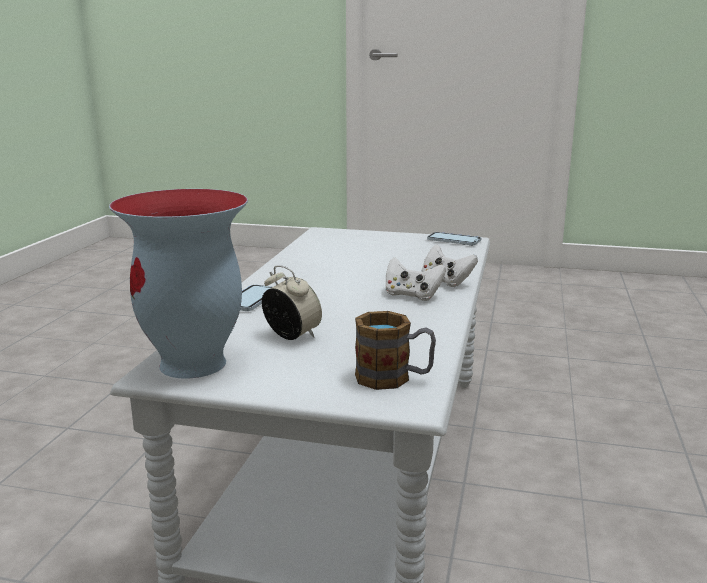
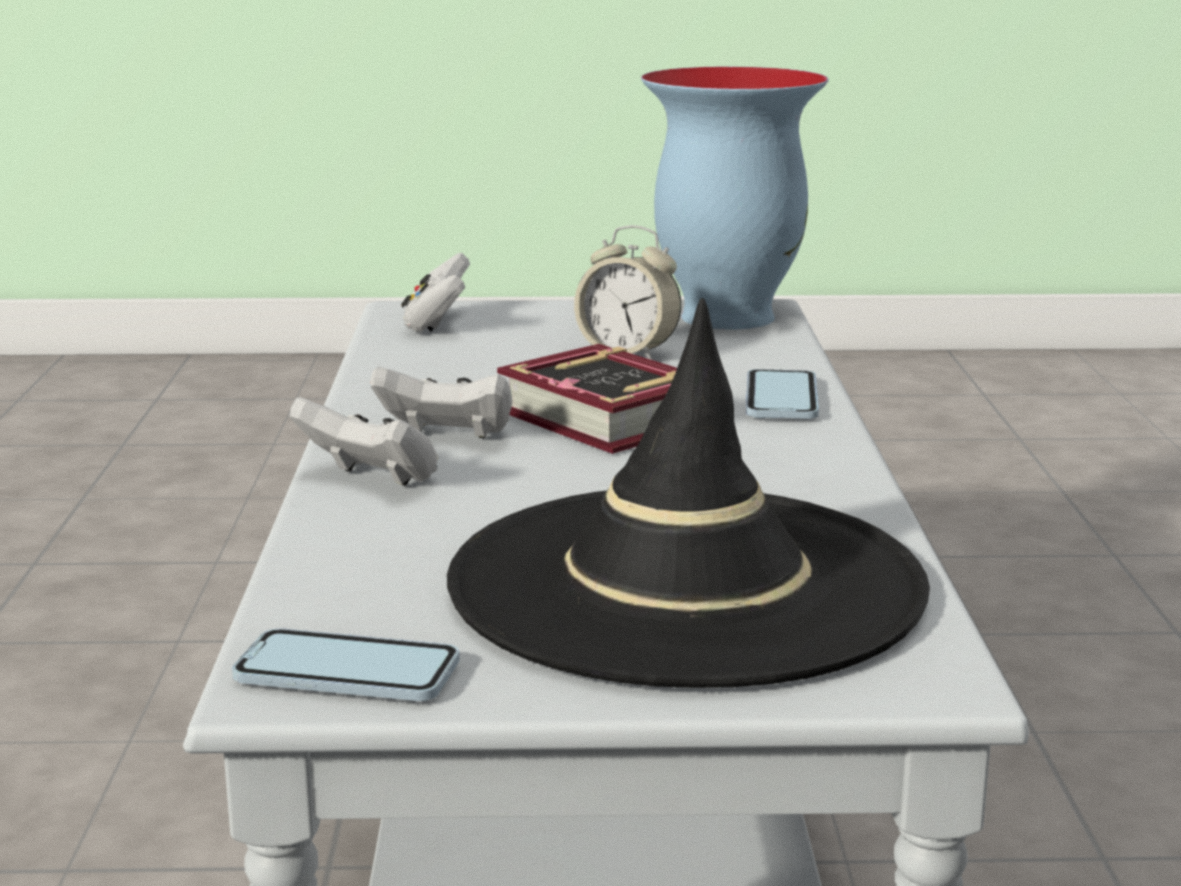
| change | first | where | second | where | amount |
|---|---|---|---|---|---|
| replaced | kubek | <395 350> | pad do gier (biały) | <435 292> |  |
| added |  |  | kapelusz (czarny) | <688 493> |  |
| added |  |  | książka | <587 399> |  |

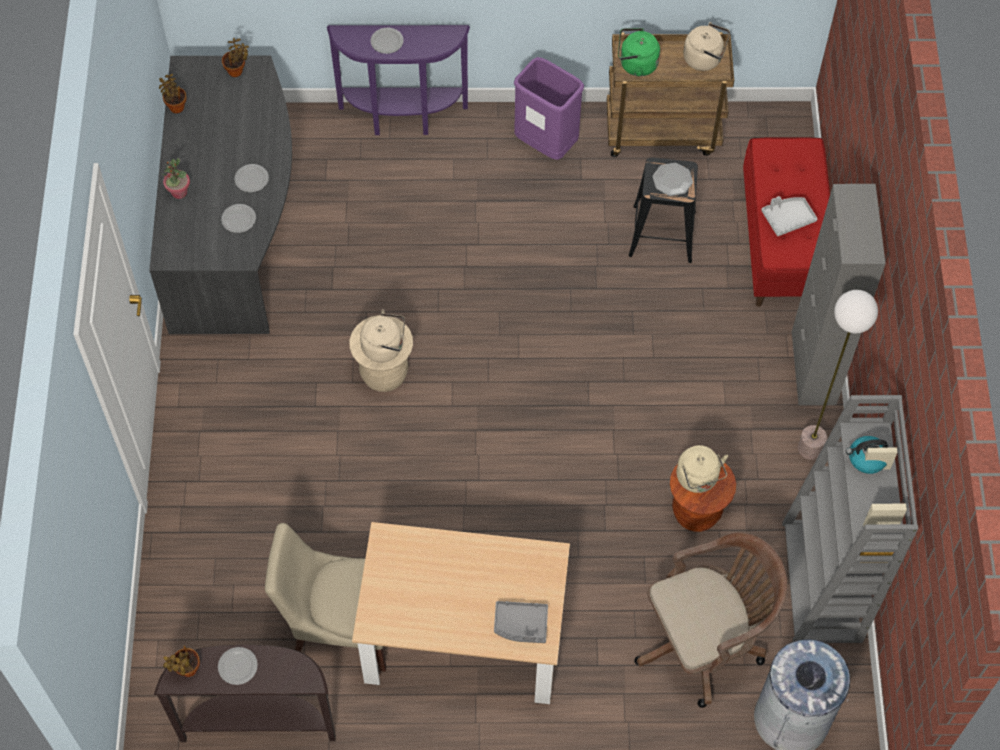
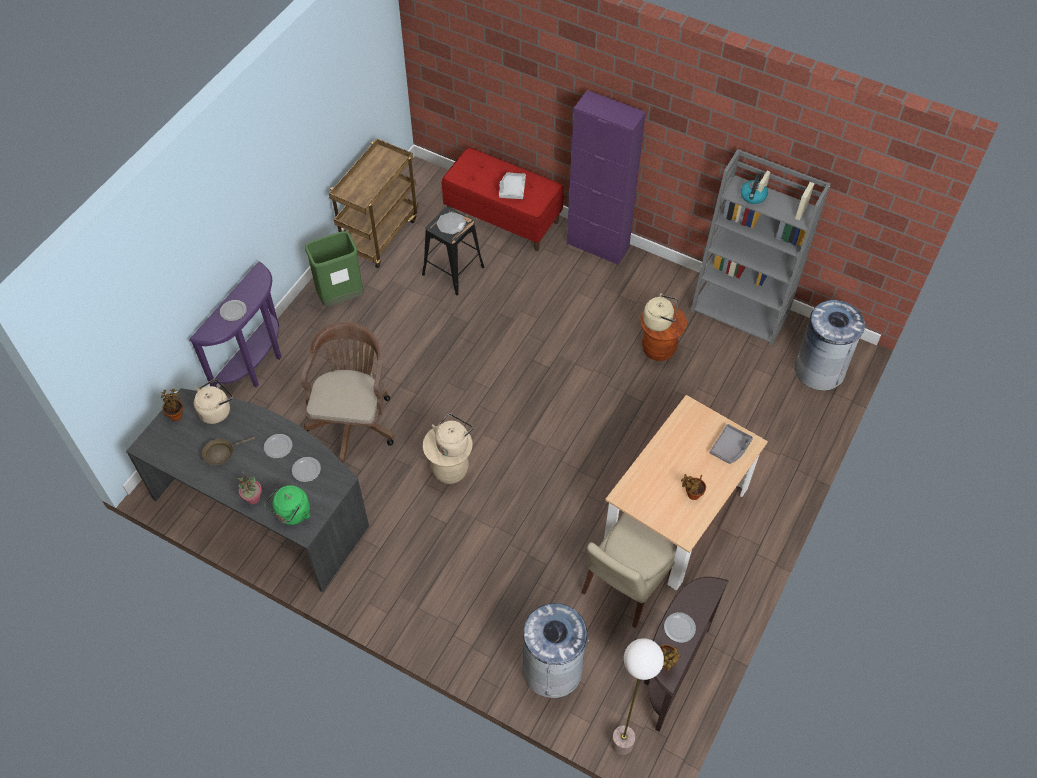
| change | first | where | second | where | amount |
|---|---|---|---|---|---|
| moved | czajnik (beżowy) | <706 46> |  | <213 401> |  |
| added |  |  | patelnia (brązowy) | <228 451> |  |
| moved | czajnik (zielony) | <639 52> |  | <287 505> |  |
| moved | krzesło biurowe (brązowy) | <710 620> |  | <348 392> |  |
| recoloured | kosz na śmieci (fioletowy) | <549 108> | kosz na śmieci (zielony) | <334 268> |  |
| added |  |  | kosz na śmieci (szary) | <556 650> |  |
| recoloured | szafka (szary) | <838 294> | szafka (fioletowy) | <606 177> |  |
| moved | lampa stojąca | <838 375> |  | <637 696> |  |
| moved | roślina doniczkowa | <172 93> |  | <693 487> |  |

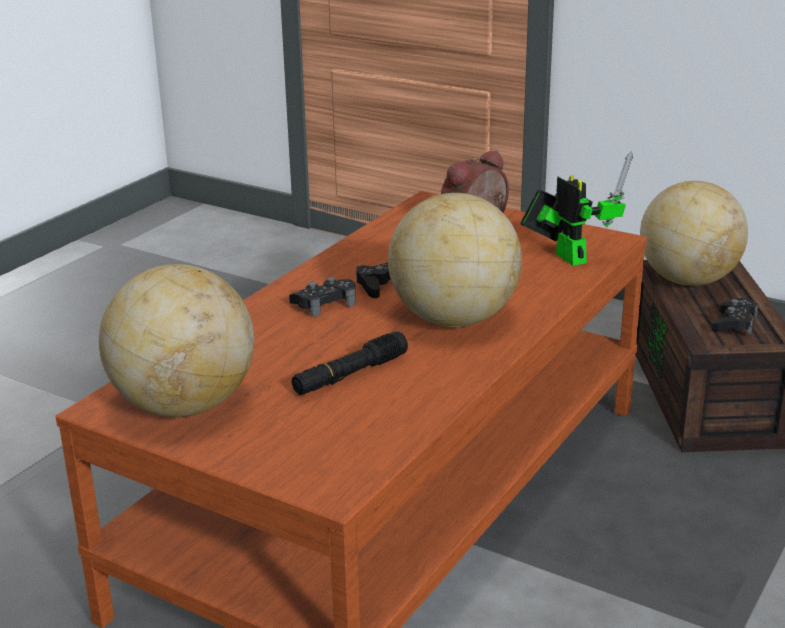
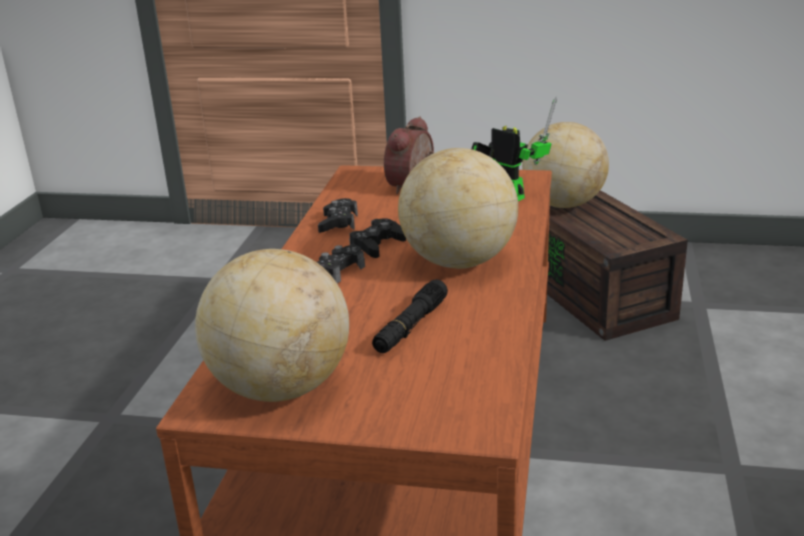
| change | first | where | second | where | amount |
|---|---|---|---|---|---|
| moved | pad do gier (czarny) | <735 316> |  | <338 215> |  |

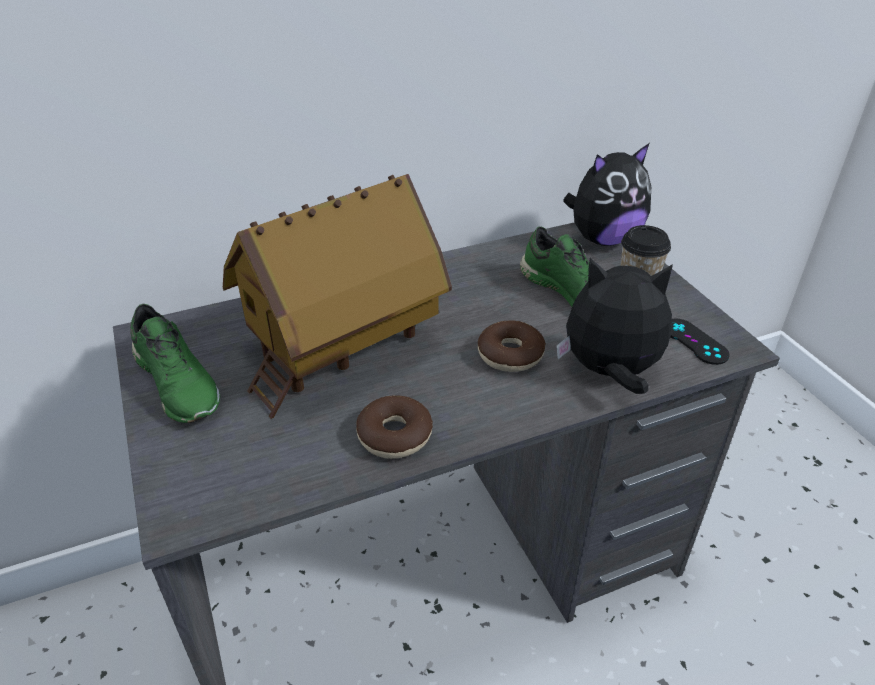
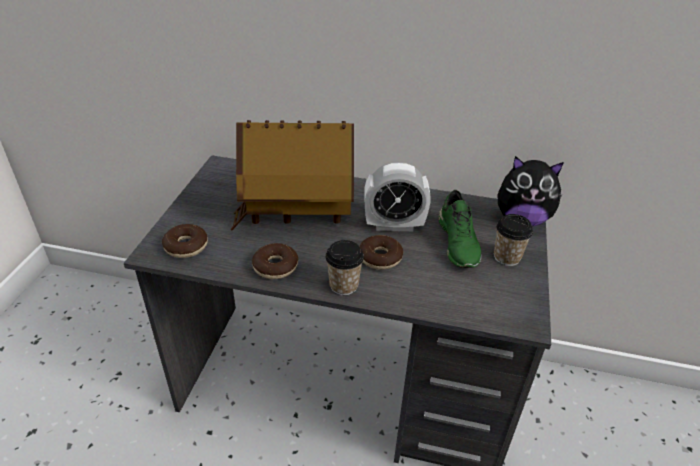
| change | first | where | second | where | amount |
|---|---|---|---|---|---|
| added |  |  | donut | <185 241> |  |
| added |  |  | filiżanka | <344 267> |  |
| added |  |  | budzik | <397 196> |  |
| removed | but (zielony) | <175 363> |  |  |  |
| removed | pluszak | <614 325> |  |  |  |
| removed | pad do gier (czarny) | <700 342> |  |  |  |

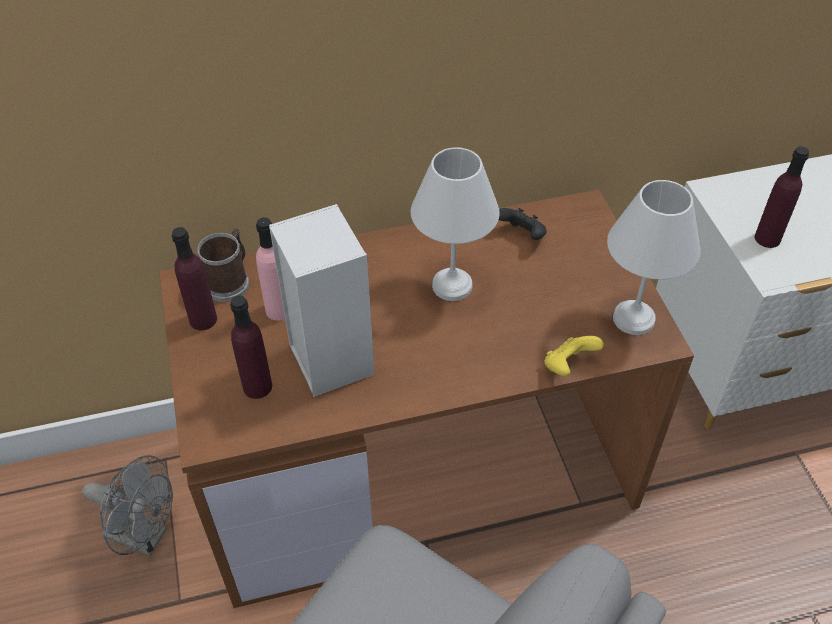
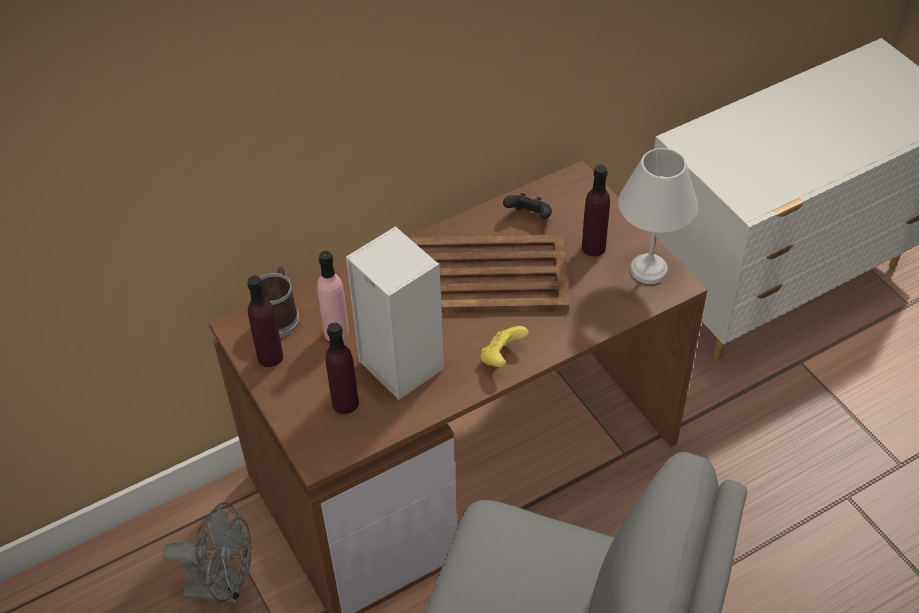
| change | first | where | second | where | amount |
|---|---|---|---|---|---|
| replaced | lampa stołowa (biały) | <455 224> | taca (brązowy) | <488 273> |  |
| moved | pad do gier (żółty) | <574 356> |  | <505 346> |  |
| moved | butelka (fioletowy) | <782 197> |  | <596 211> |  |

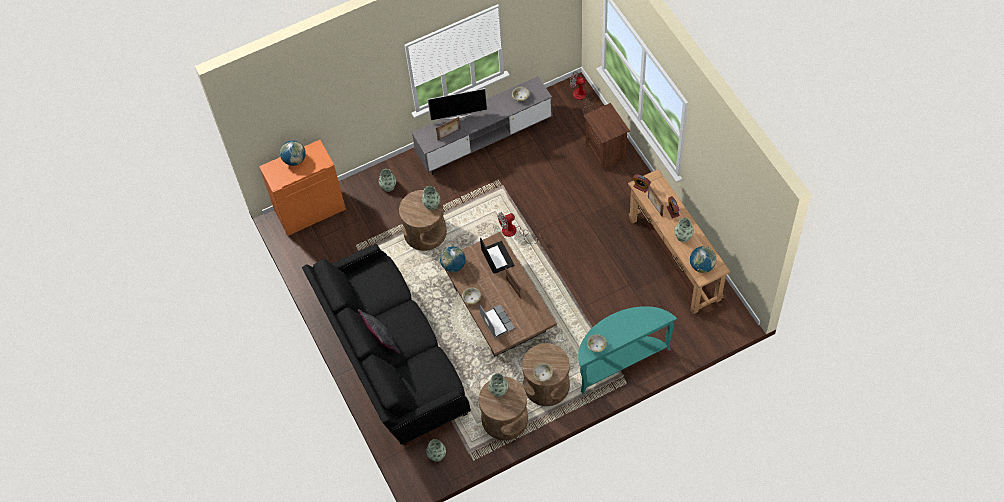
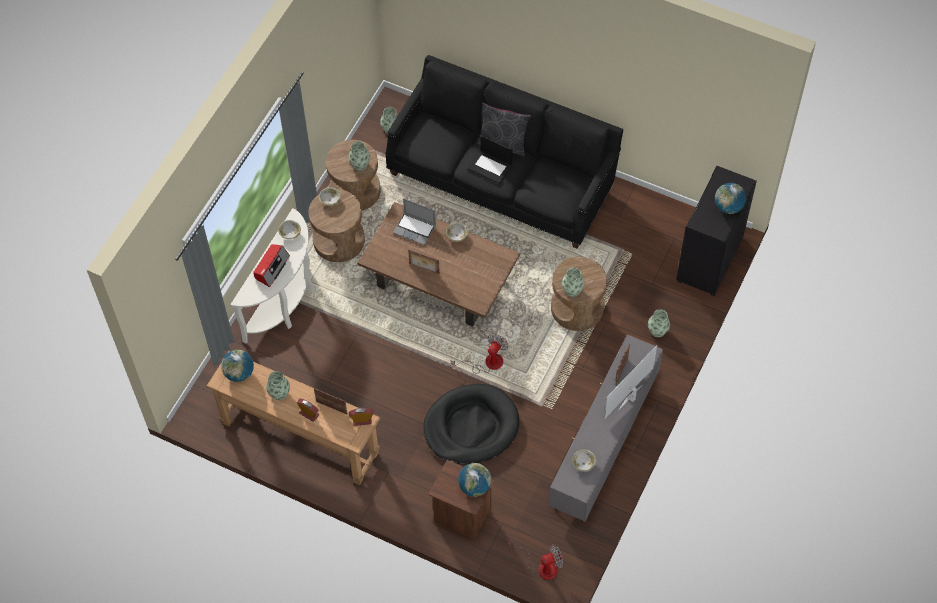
| change | first | where | second | where | amount |
|---|---|---|---|---|---|
| recoloured | stolik konsolowy (turkusowy) | <627 350> | stolik konsolowy (biały) | <272 276> |  |
| added |  |  | radio | <271 265> |  |
| added |  |  | legowisko (czarny) | <471 424> |  |
| moved | globus | <453 259> |  | <474 480> |  |
| moved | laptop | <497 256> |  | <490 159> |  |
| recoloured | szafka (pomarańczowy) | <302 188> | szafka (czarny) | <716 231> |  |

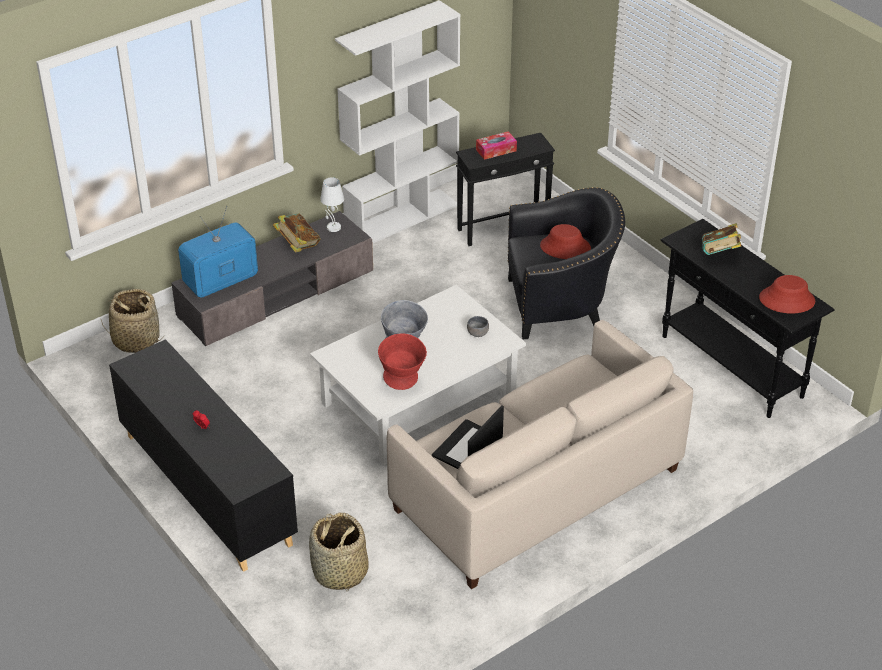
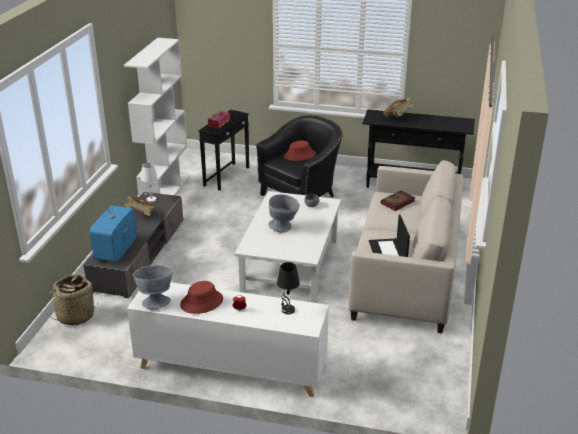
| change | first | where | second | where | amount |
|---|---|---|---|---|---|
| recoloured | szafka (czarny) | <203 455> | szafka (biały) | <228 339> |  |
| added |  |  | miska (szary) | <153 287> |  |
| moved | kapelusz (czerwony) | <787 294> |  | <201 297> |  |
| added |  |  | lampa stołowa (czarny) | <288 288> |  |
| added |  |  | książka | <398 200> |  |
| removed | koszyk | <339 552> |  |  |  |
| removed | miska (czerwony) | <402 361> |  |  |  |

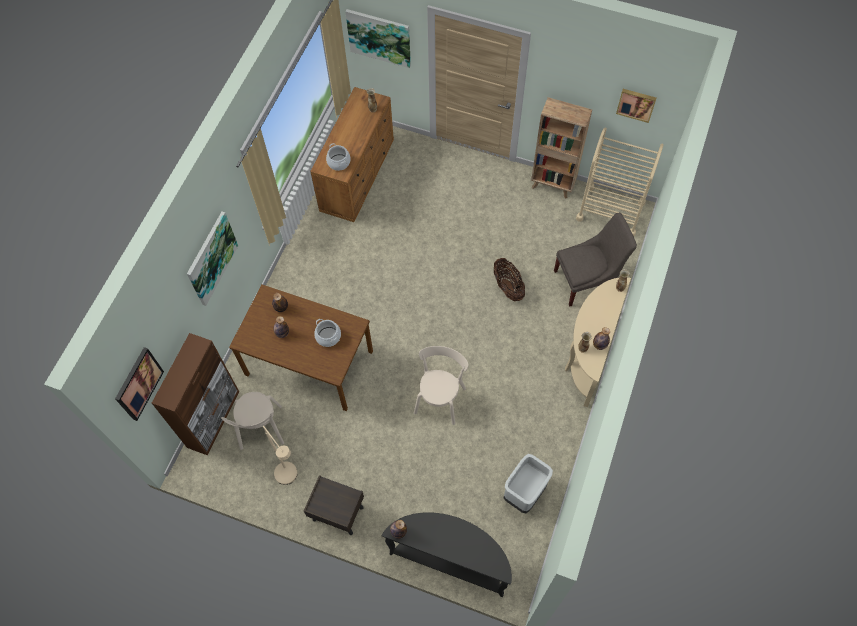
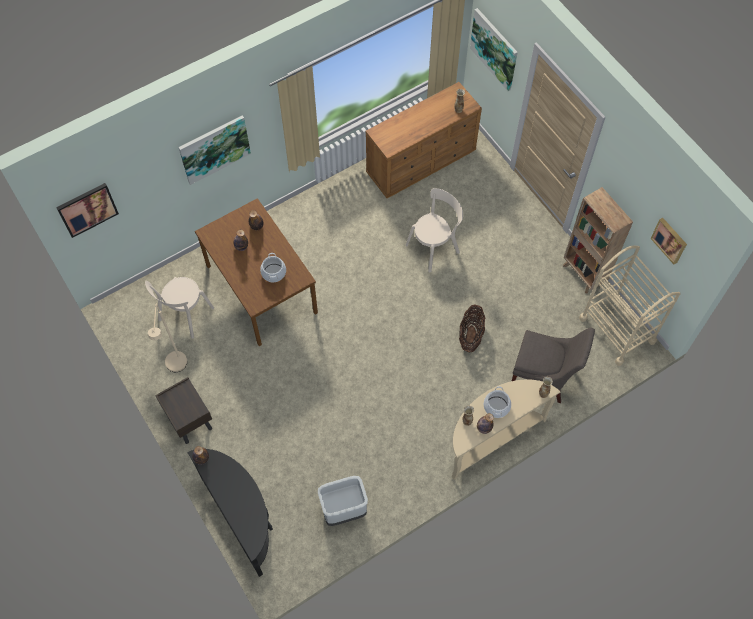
| change | first | where | second | where | amount |
|---|---|---|---|---|---|
| moved | krzesło (beżowy) | <441 385> |  | <434 230> |  |
| moved | garnek | <338 157> |  | <497 402> |  |
| removed | szafka (brązowy) | <195 394> |  |  |  |

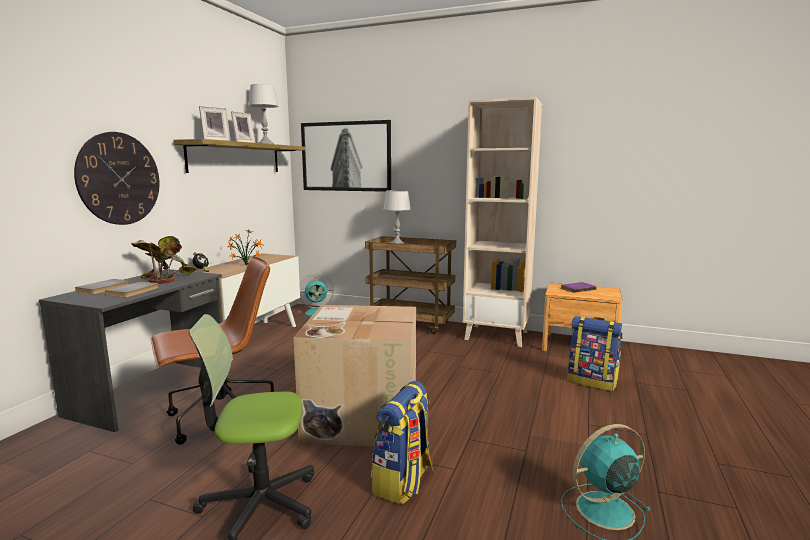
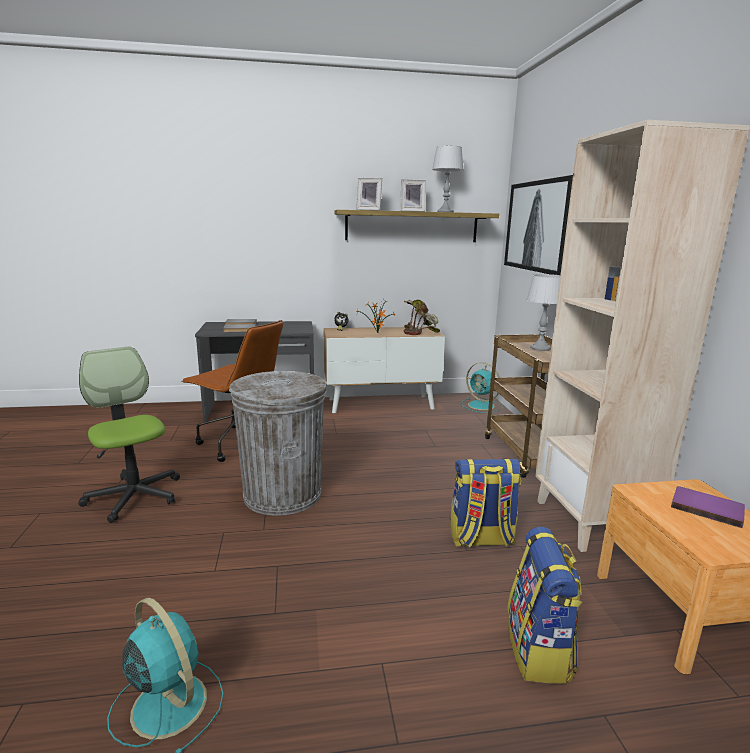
| change | first | where | second | where | amount |
|---|---|---|---|---|---|
| replaced | karton | <354 376> | kosz na śmieci (szary) | <278 443> |  |
| moved | roślina doniczkowa | <163 260> |  | <421 317> |  |
| moved | plecak | <402 442> |  | <485 502> |  |
| removed | zegar ścienny | <116 178> |  |  |  |

